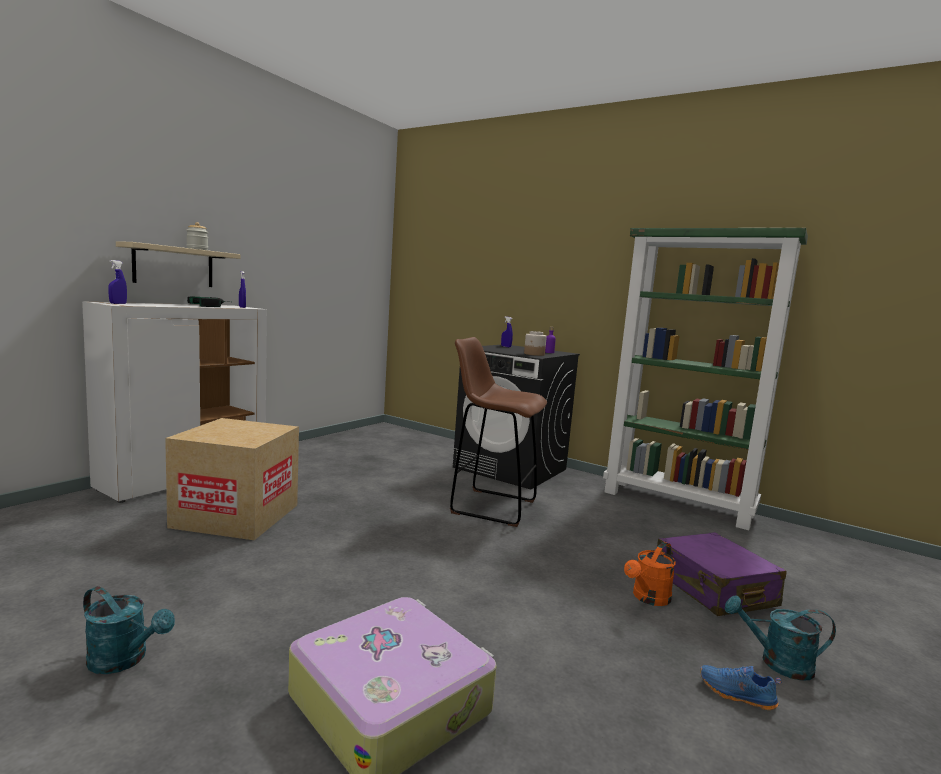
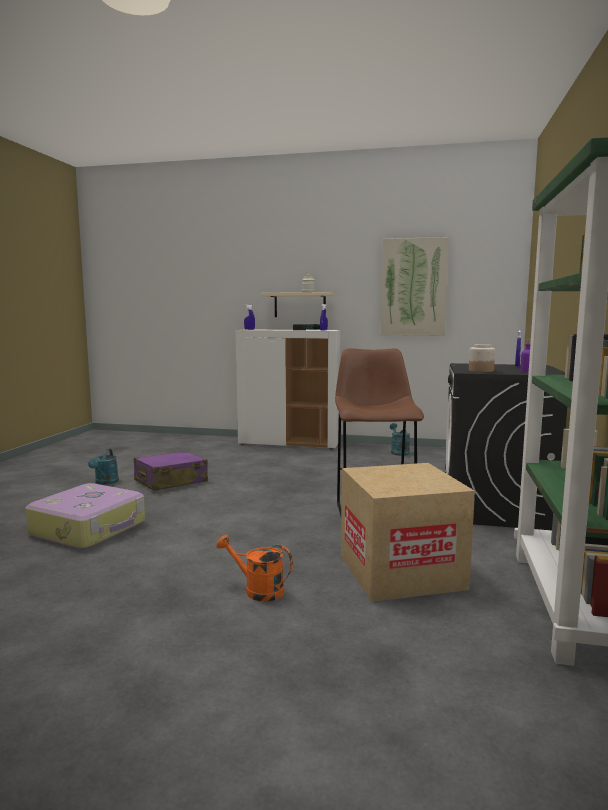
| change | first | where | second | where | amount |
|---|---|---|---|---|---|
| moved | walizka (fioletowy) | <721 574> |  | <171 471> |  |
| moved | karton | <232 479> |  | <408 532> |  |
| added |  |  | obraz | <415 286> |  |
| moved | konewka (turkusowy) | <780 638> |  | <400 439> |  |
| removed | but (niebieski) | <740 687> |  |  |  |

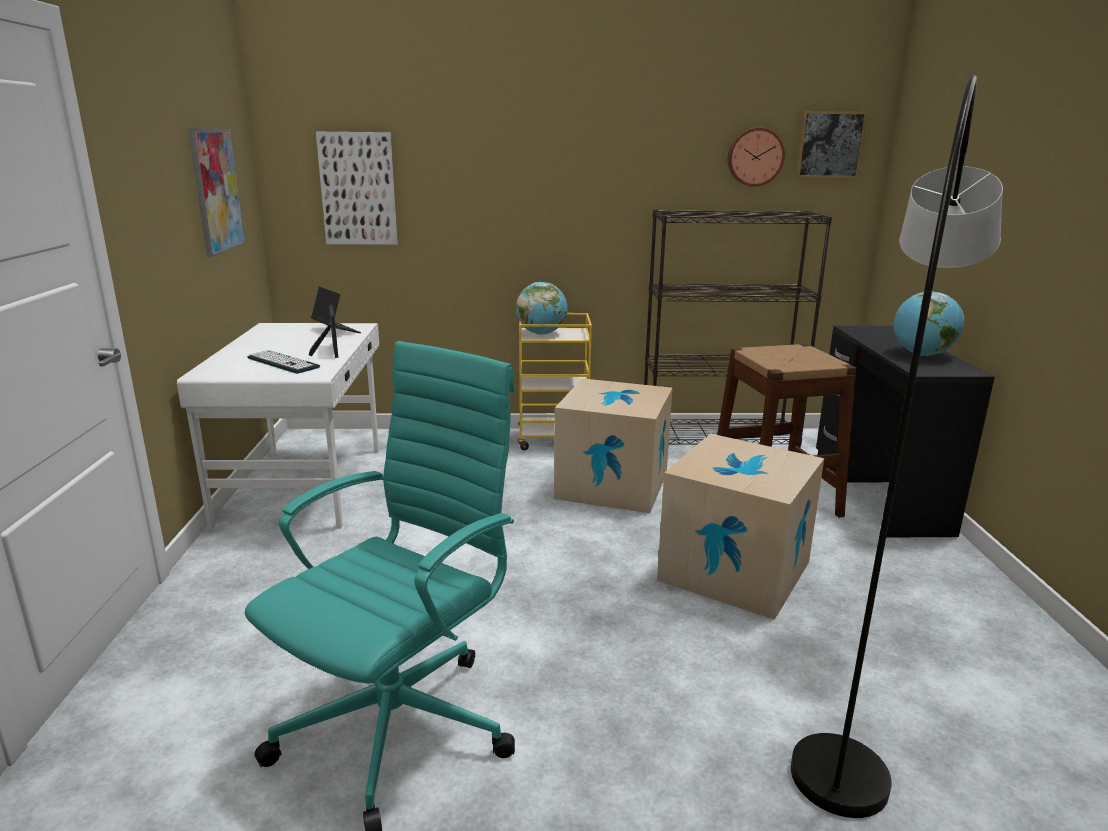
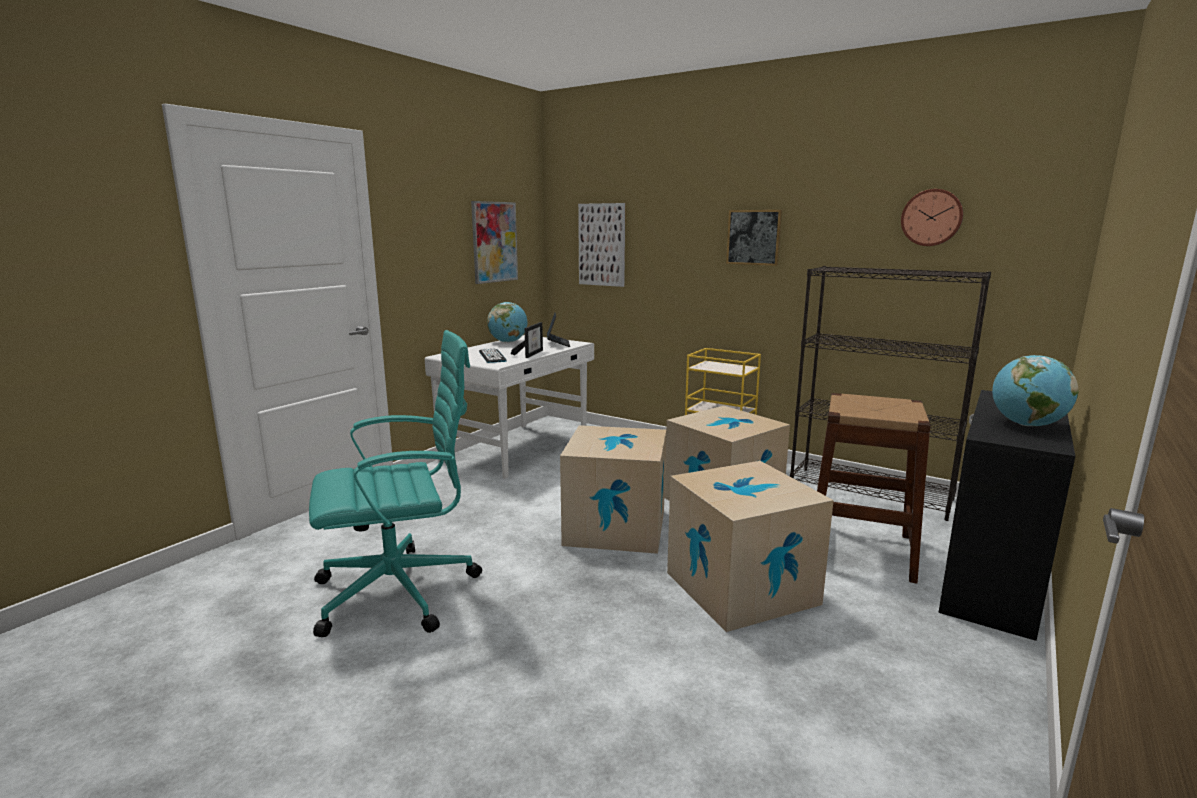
| change | first | where | second | where | amount |
|---|---|---|---|---|---|
| moved | globus | <541 308> |  | <507 322> |  |
| added |  |  | karton | <613 489> |  |
| moved | obraz | <831 144> |  | <754 238> |  |
| removed | lampa stojąca (szary) | <897 446> |  |  |  |

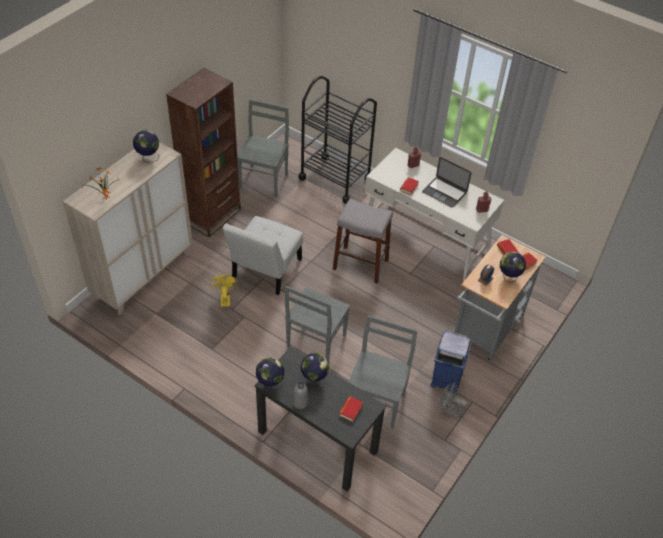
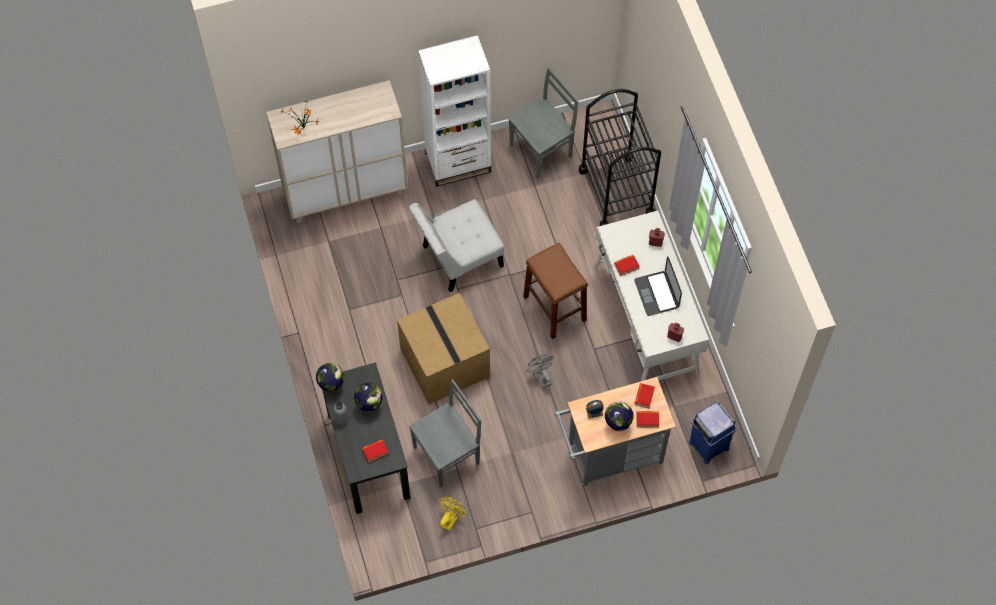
| change | first | where | second | where | amount |
|---|---|---|---|---|---|
| replaced | krzesło (szary) | <317 324> | karton | <443 348> |  |
| recoloured | regał (brązowy) | <203 152> | regał (biały) | <454 111> |  |
| moved | wentylator (żółty) | <224 290> |  | <453 514> |  |
| recoloured | stołek (szary) | <363 240> | stołek (brązowy) | <555 290> |  |
| moved | wentylator (szary) | <453 400> |  | <539 371> |  |
| moved | kosz na śmieci (niebieski) | <451 362> |  | <713 433> |  |
| removed | globus | <146 146> |  |  |  |

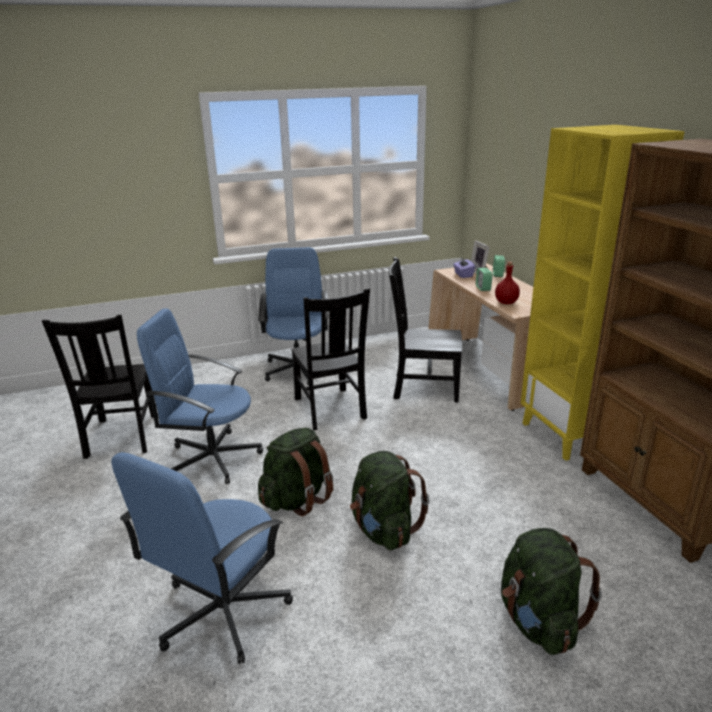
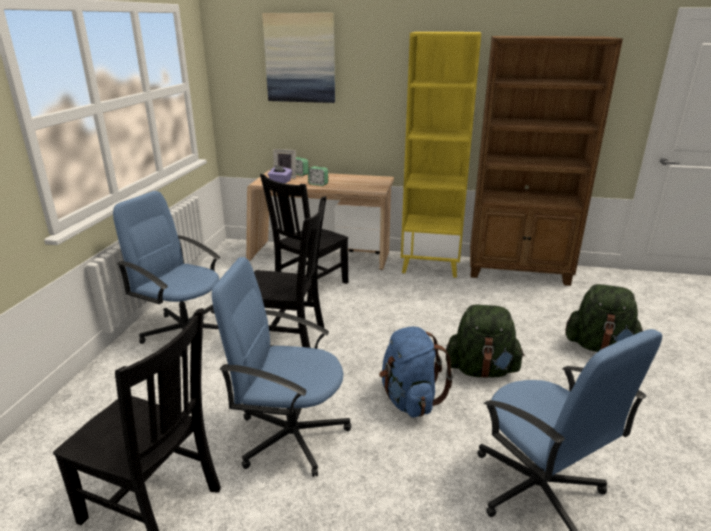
| change | first | where | second | where | amount |
|---|---|---|---|---|---|
| turned | krzesło biurowe (niebieski) | <200 396> |  | <281 367> | 60 degrees clockwise |
| added |  |  | obraz | <298 58> |  |
| recoloured | plecak (zielony) | <295 472> | plecak (niebieski) | <416 372> |  |
| removed | butelka (czerwony) | <507 283> |  |  |  |

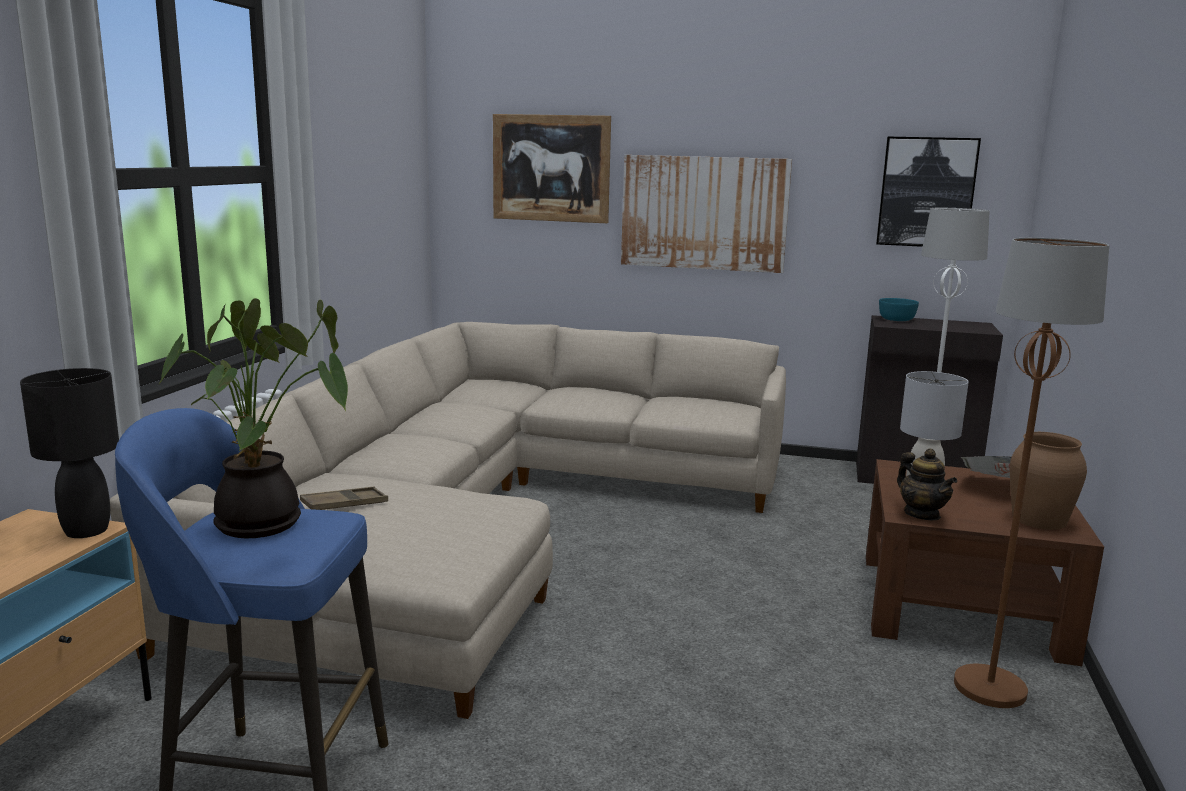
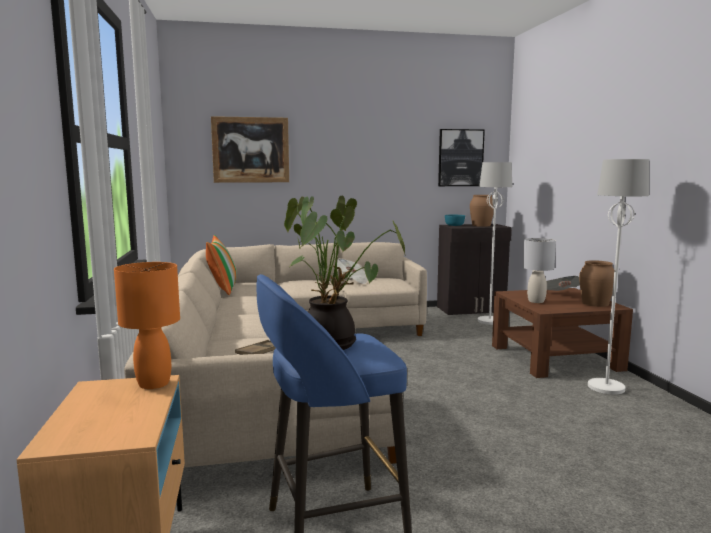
| change | first | where | second | where | amount |
|---|---|---|---|---|---|
| recoloured | lampa stołowa (czarny) | <69 453> | lampa stołowa (pomarańczowy) | <147 325> |  |
| added |  |  | poduszka | <221 265> |  |
| added |  |  | gazeta | <352 271> |  |
| added |  |  | wazon (brązowy) | <482 211> |  |
| recoloured | lampa stojąca (brązowy) | <1031 473> | lampa stojąca (biały) | <618 277> |  |
| removed | obraz | <706 214> |  |  |  |
| removed | imbryk | <927 484> |  |  |  |

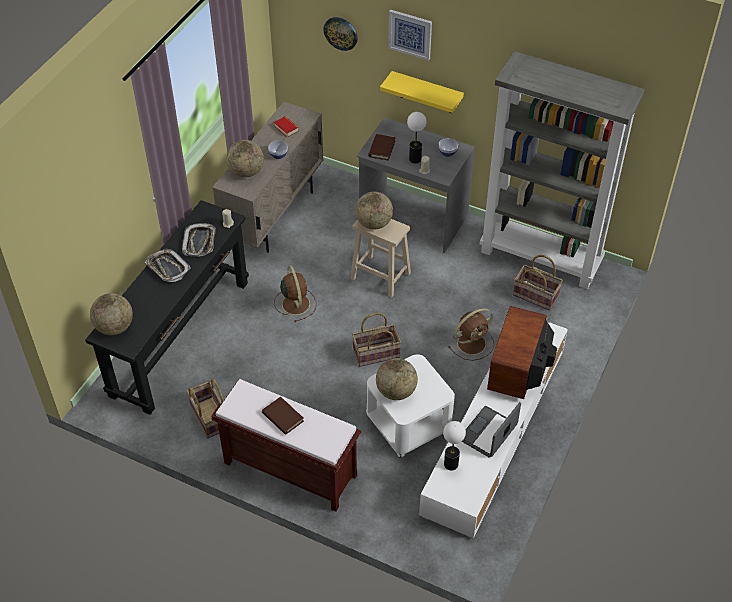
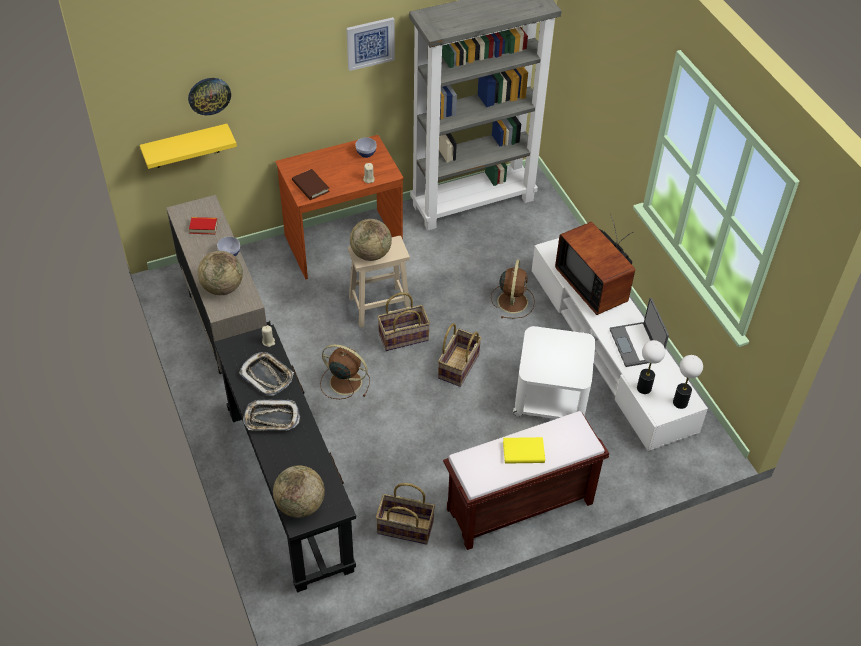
| change | first | where | second | where | amount |
|---|---|---|---|---|---|
| moved | półka (żółty) | <422 92> |  | <188 146> |  |
| recoloured | biurko (szary) | <415 185> | biurko (brązowy) | <339 207> |  |
| moved | obraz | <410 35> |  | <370 44> |  |
| moved | koszyk | <538 283> |  | <403 321> |  |
| recoloured | książka (brązowy) | <283 415> | książka (żółty) | <524 450> |  |
| moved | lampa stołowa | <416 137> |  | <688 382> |  |
| removed | globus | <397 379> |  |  |  |

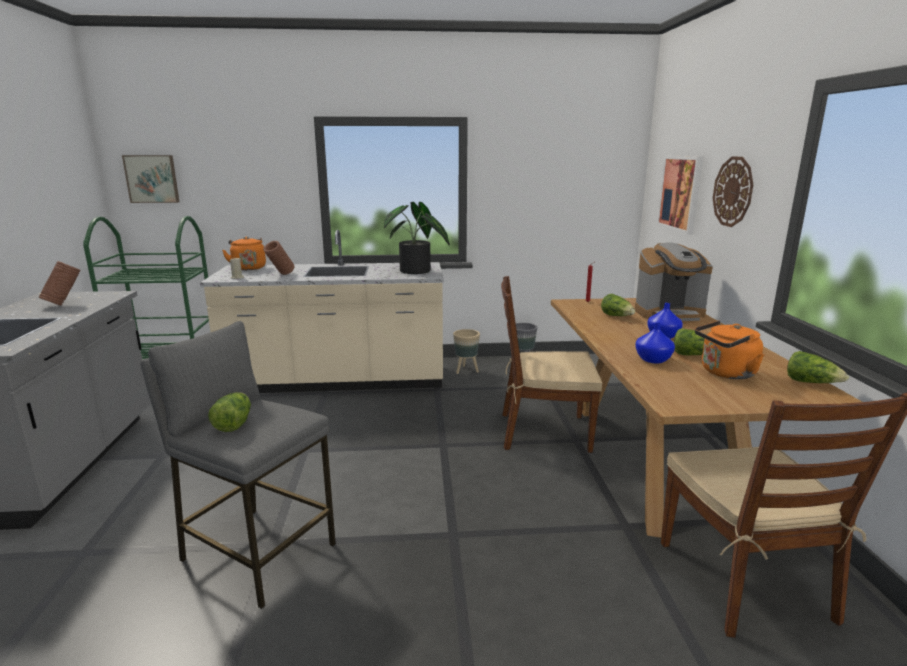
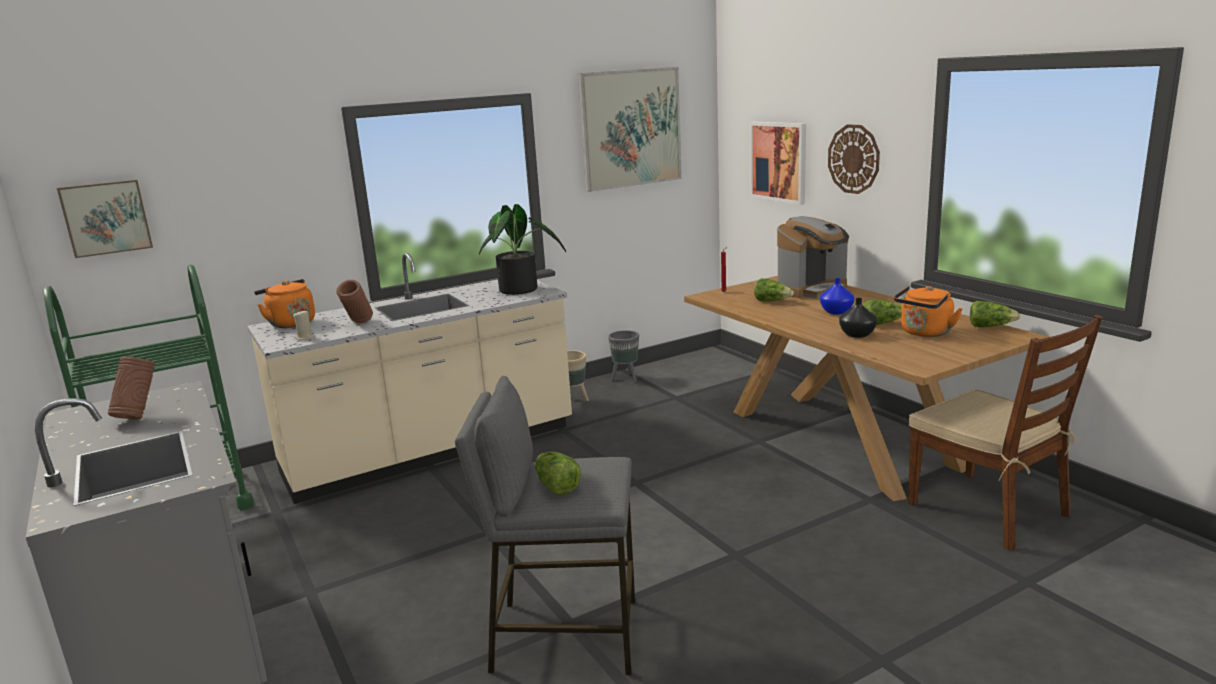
| change | first | where | second | where | amount |
|---|---|---|---|---|---|
| added |  |  | obraz | <630 129> |  |
| recoloured | wazon (niebieski) | <655 343> | wazon (czarny) | <858 318> |  |
| removed | krzesło (brązowy) | <551 364> |  |  |  |

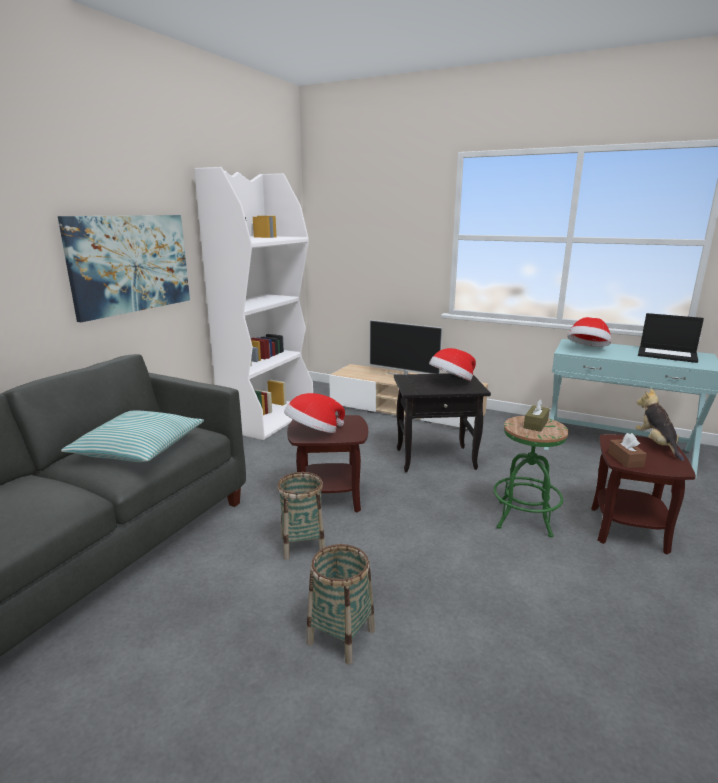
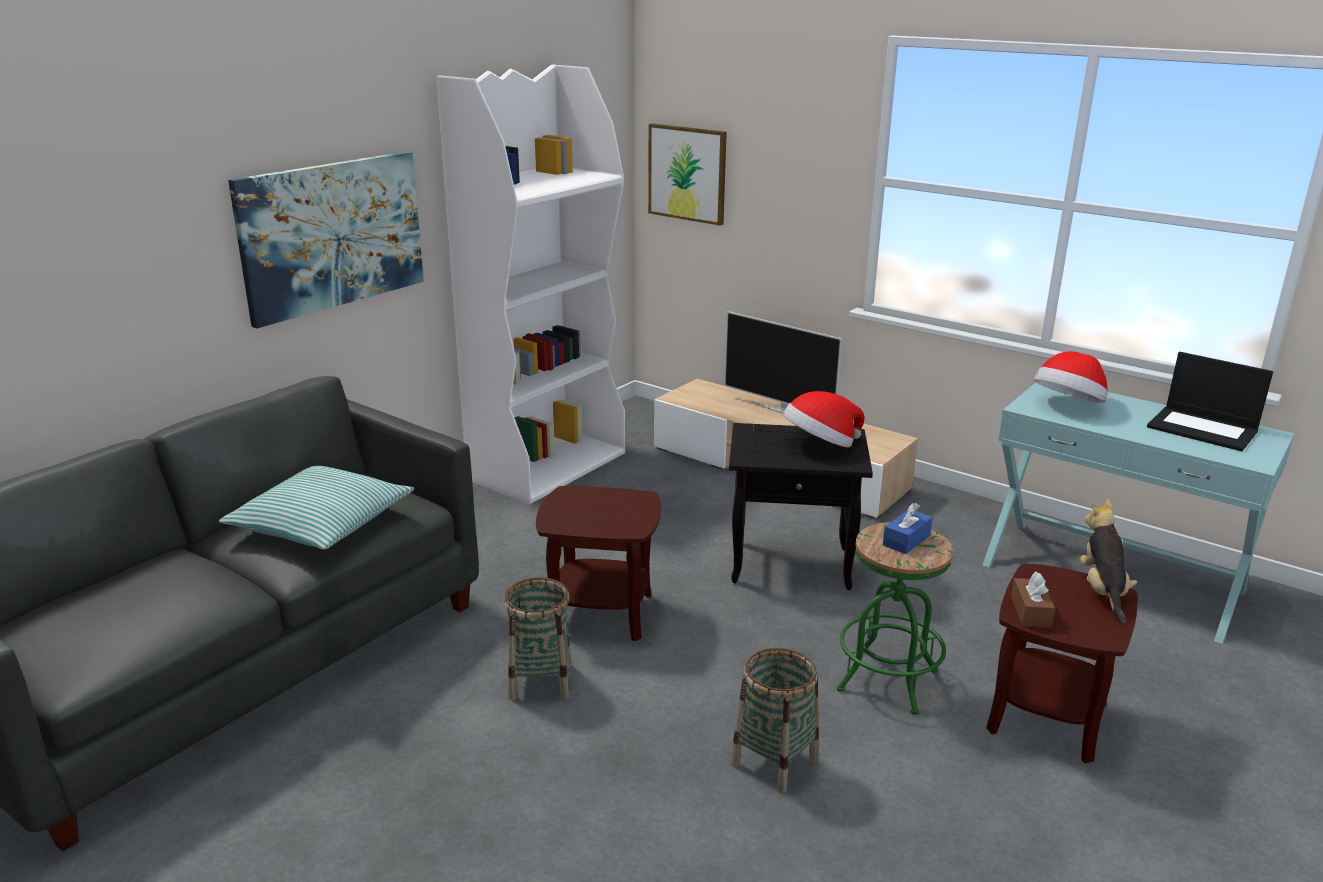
| change | first | where | second | where | amount |
|---|---|---|---|---|---|
| added |  |  | obraz | <687 174> |  |
| moved | koszyk | <340 604> |  | <775 720> |  |
| recoloured | pudełko chusteczek (brązowy) | <537 415> | pudełko chusteczek (niebieski) | <908 528> |  |
| removed | kapelusz | <314 413> |  |  |  |

